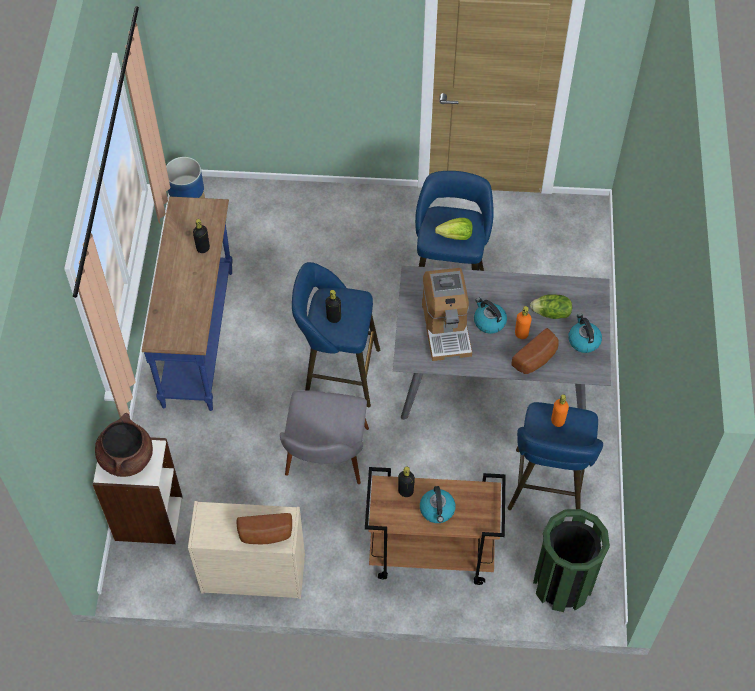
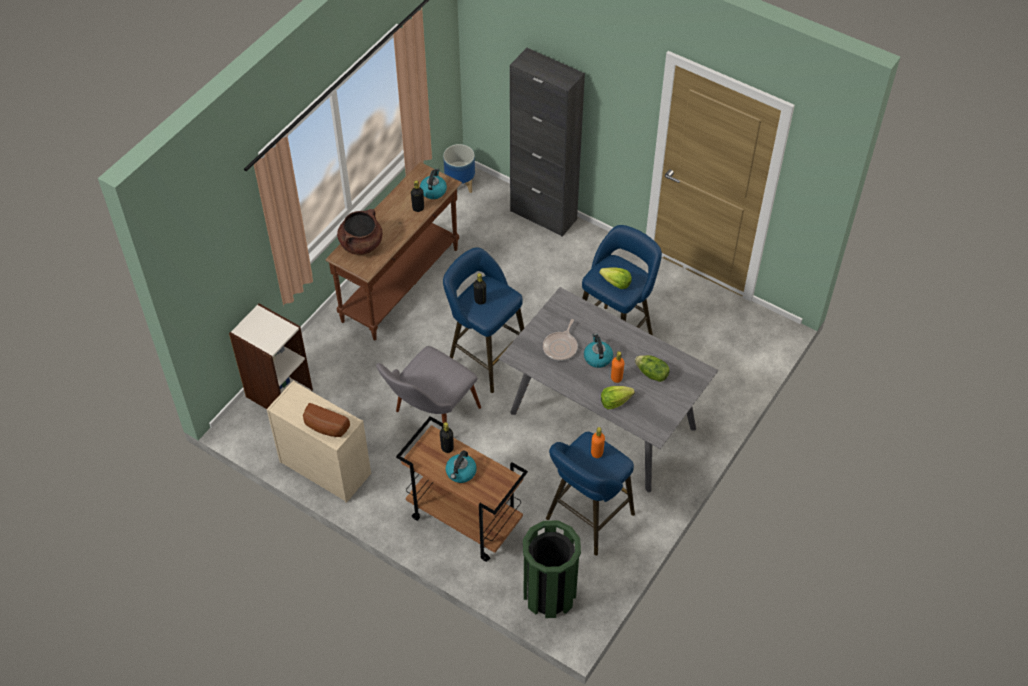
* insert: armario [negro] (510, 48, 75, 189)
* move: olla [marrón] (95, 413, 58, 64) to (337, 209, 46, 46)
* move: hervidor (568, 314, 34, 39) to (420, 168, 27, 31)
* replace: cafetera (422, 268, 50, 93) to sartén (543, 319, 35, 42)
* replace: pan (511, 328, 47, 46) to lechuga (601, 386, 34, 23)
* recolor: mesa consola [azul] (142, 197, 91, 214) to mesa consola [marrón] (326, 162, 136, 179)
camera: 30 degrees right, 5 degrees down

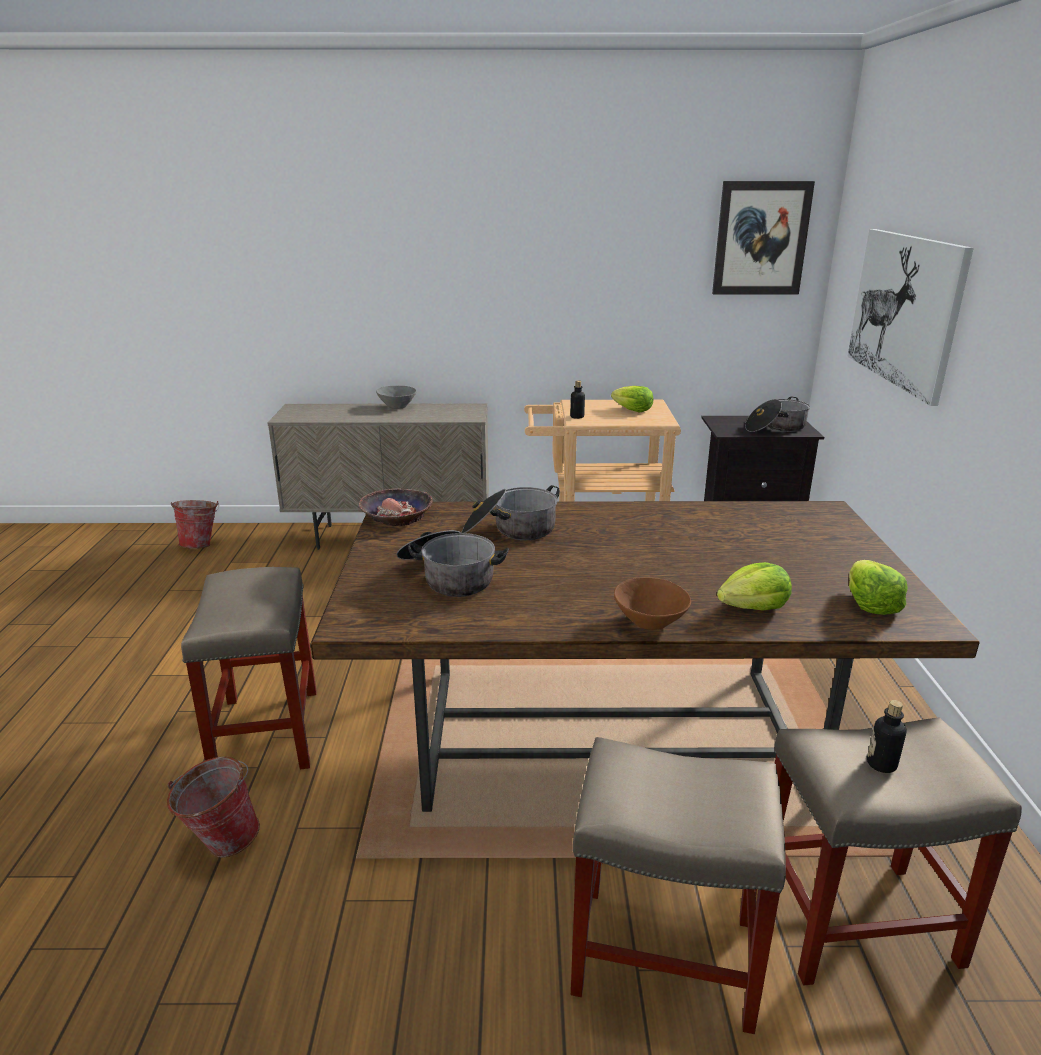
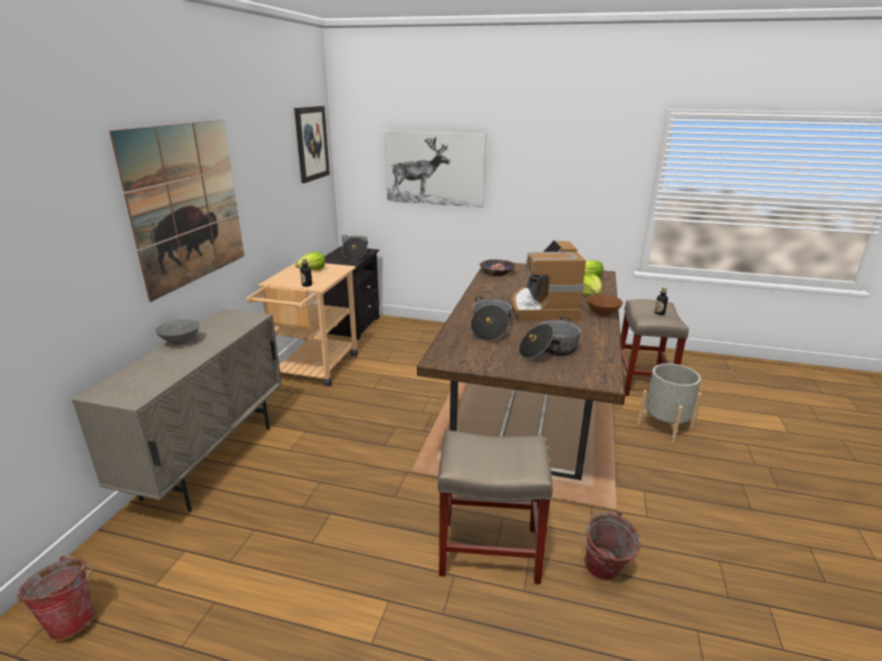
* insert: cuadro (109, 120, 135, 182)
* insert: cafetera (512, 240, 74, 81)
* move: cuenco (359, 488, 74, 38) to (480, 259, 36, 17)
* replace: taburete [beis] (571, 737, 215, 297) to maceta [gris] (637, 363, 65, 80)
camera: 75 degrees left, 0 degrees up

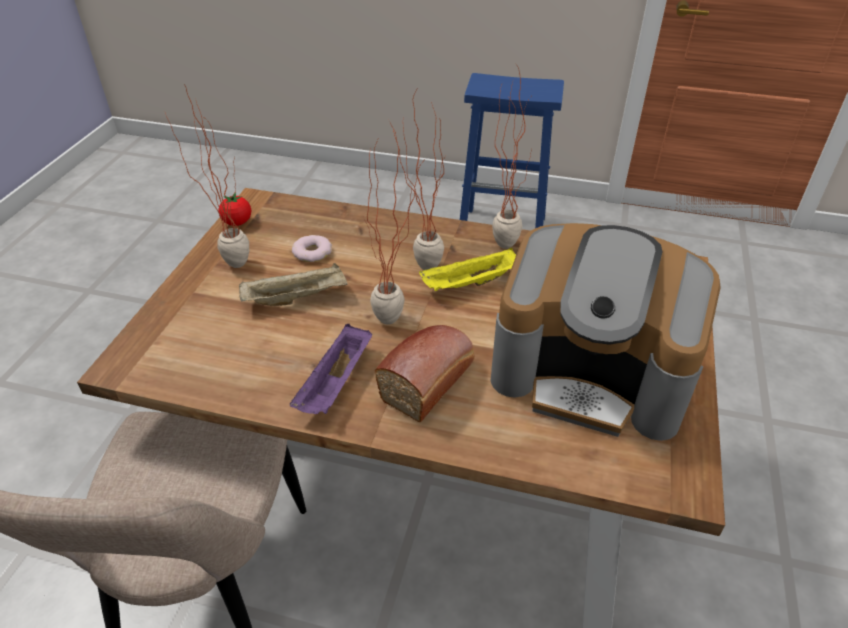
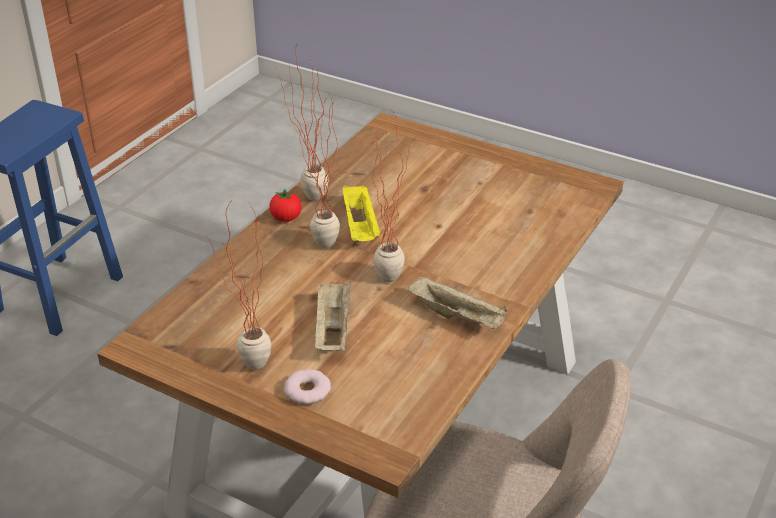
* delete: pan (375, 325, 100, 97)
* delete: cafetera (490, 223, 231, 218)
* move: tomate (218, 192, 33, 34) to (269, 189, 33, 33)
* move: rosquilla (292, 235, 40, 27) to (284, 369, 47, 35)
* recolor: bandeja [morado] (290, 324, 82, 90) to bandeja [beis] (408, 276, 99, 53)
camera: 75 degrees left, 5 degrees down

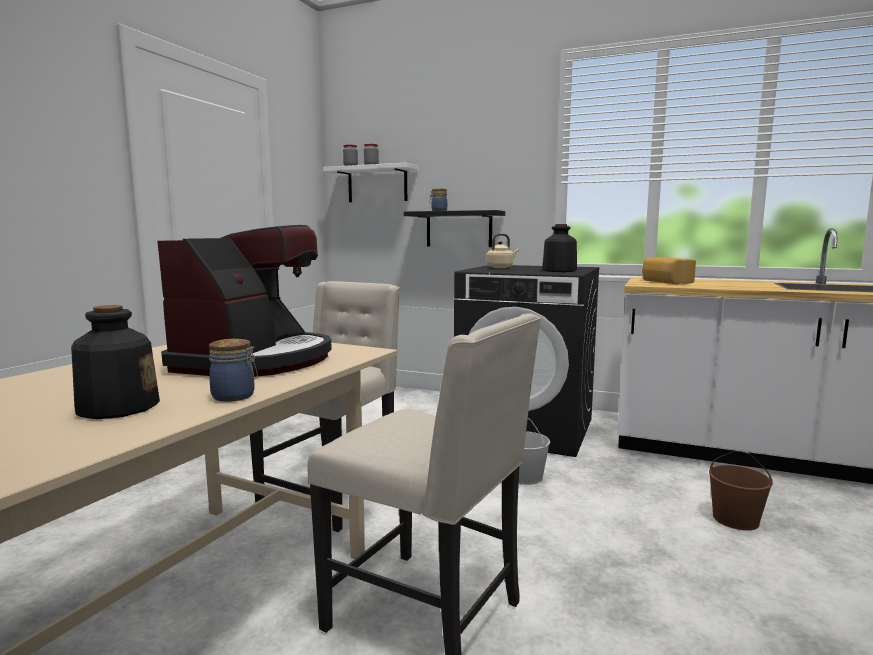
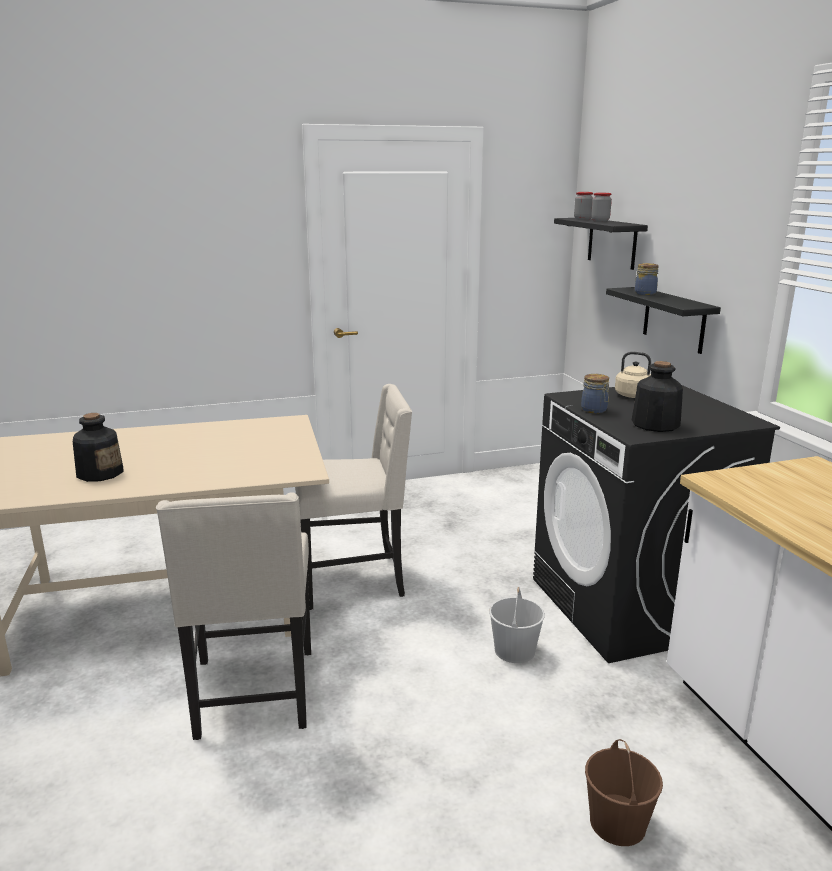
* delete: cafetera (157, 225, 175, 152)
* delete: pan (642, 257, 54, 27)
* move: tarro (209, 339, 49, 63) to (581, 374, 28, 39)
* recolor: estante [blanco] (323, 163, 96, 39) to estante [negro] (554, 218, 94, 52)
camera: 50 degrees right, 10 degrees up

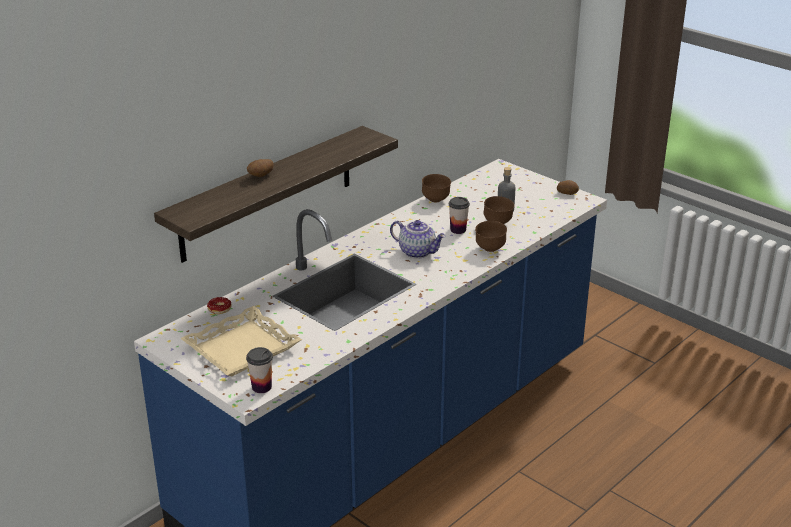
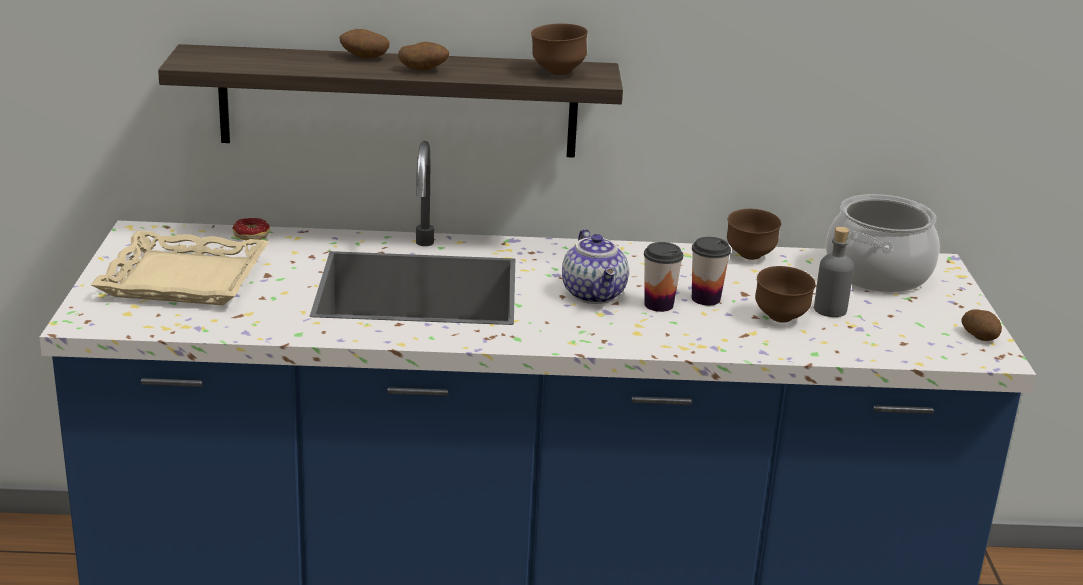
* insert: patata (398, 42, 51, 29)
* insert: olla (826, 194, 114, 98)
* move: taza (246, 347, 27, 46) to (644, 242, 39, 70)
* move: cuenco [marrón] (475, 221, 32, 31) to (531, 24, 57, 51)
camera: 45 degrees right, 5 degrees down

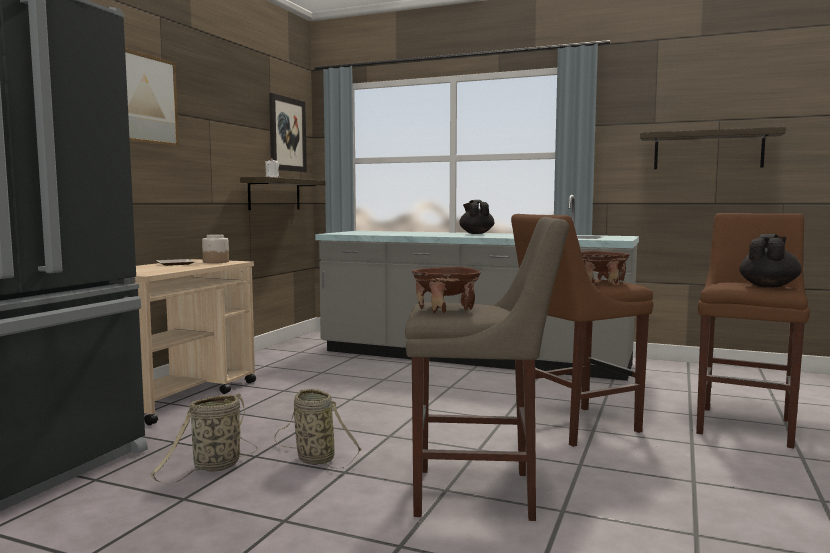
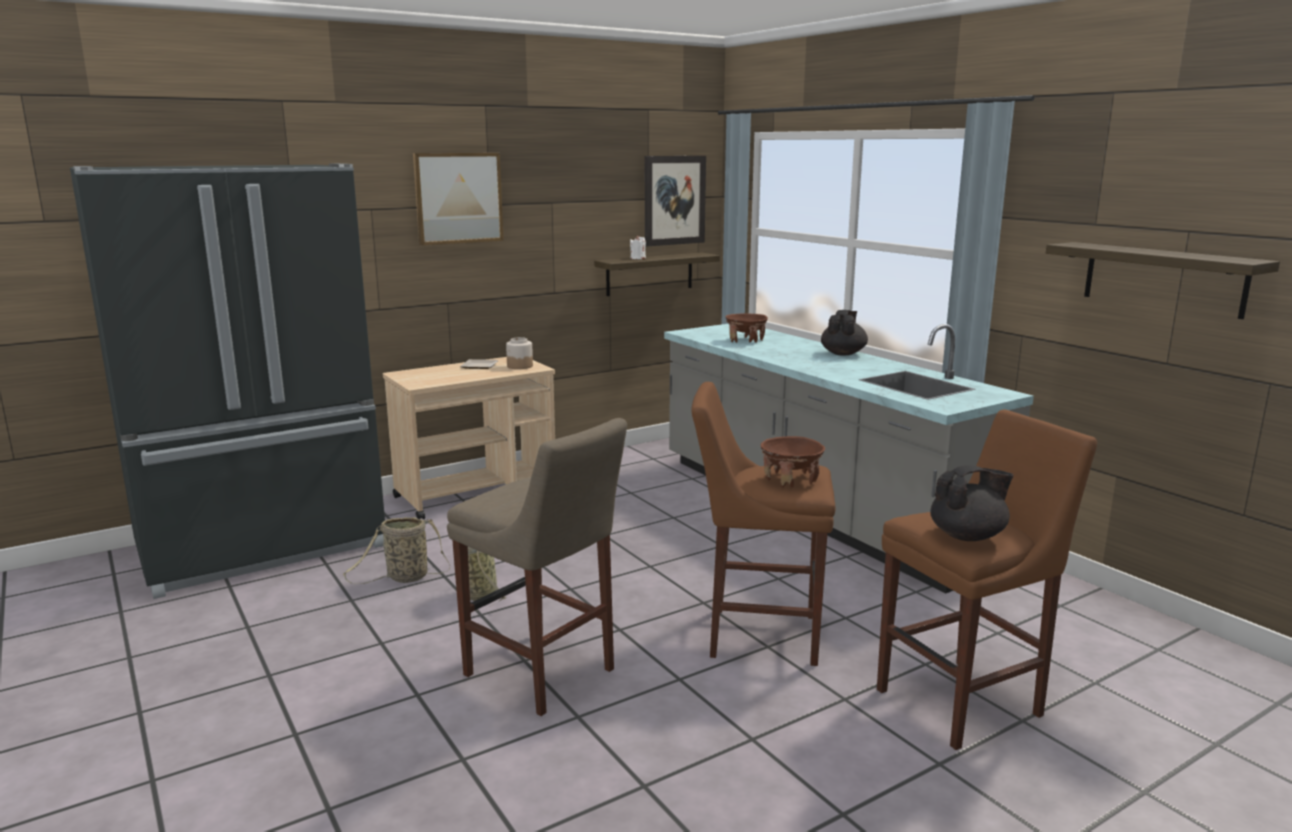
* move: cuenco [marrón] (412, 267, 69, 46) to (725, 313, 43, 30)
camera: 35 degrees right, 10 degrees up

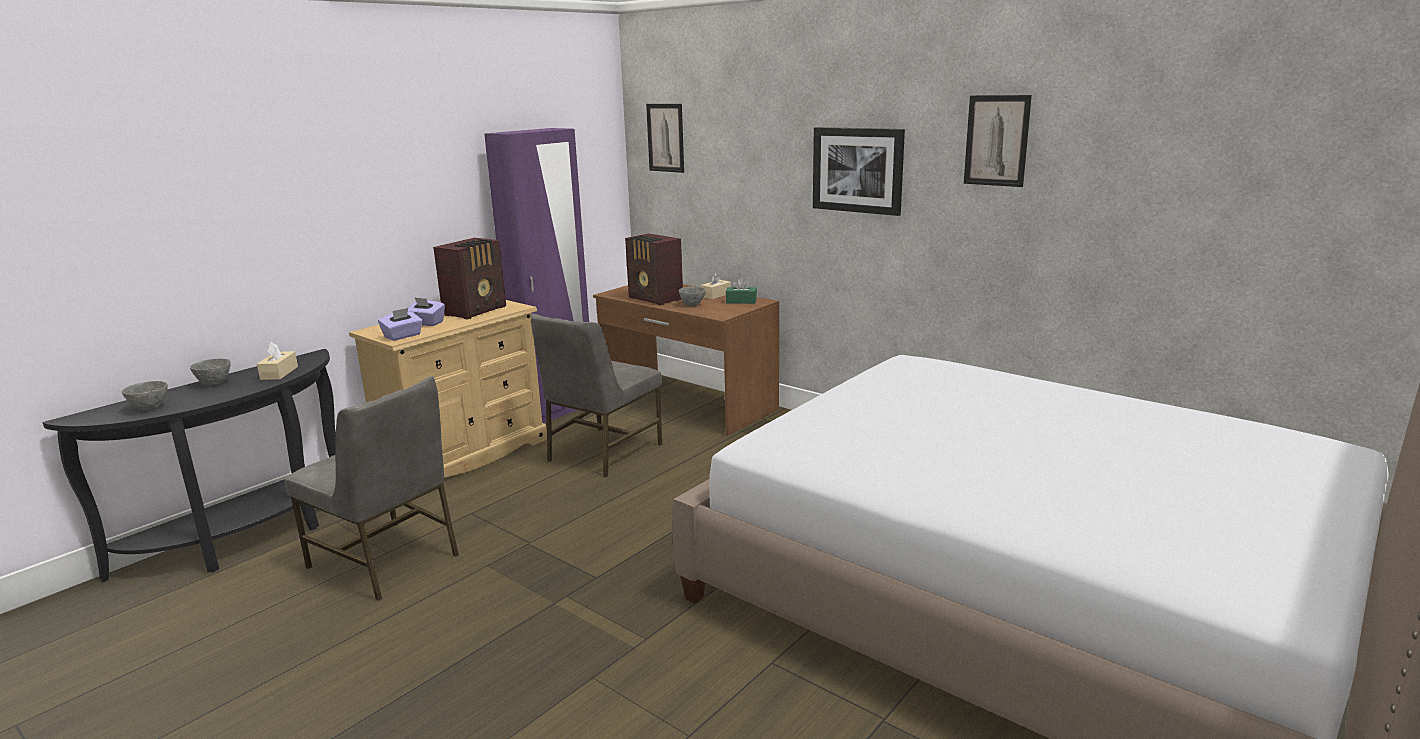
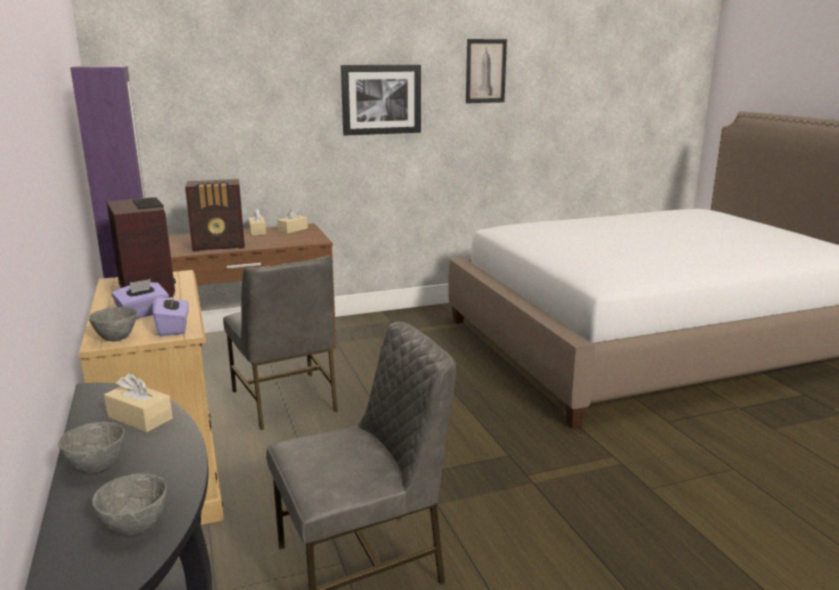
* delete: cuadro (646, 104, 38, 69)
* move: cuenco [gris] (679, 287, 27, 19) to (89, 307, 48, 34)
* recolor: caja de pañuelos [verde] (726, 277, 31, 27) to caja de pañuelos [beis] (277, 207, 31, 27)
camera: 60 degrees left, 0 degrees up

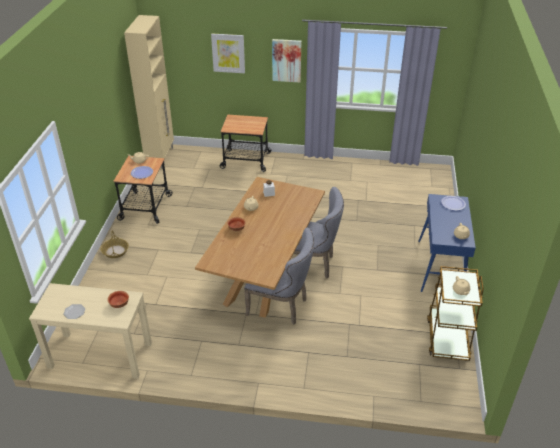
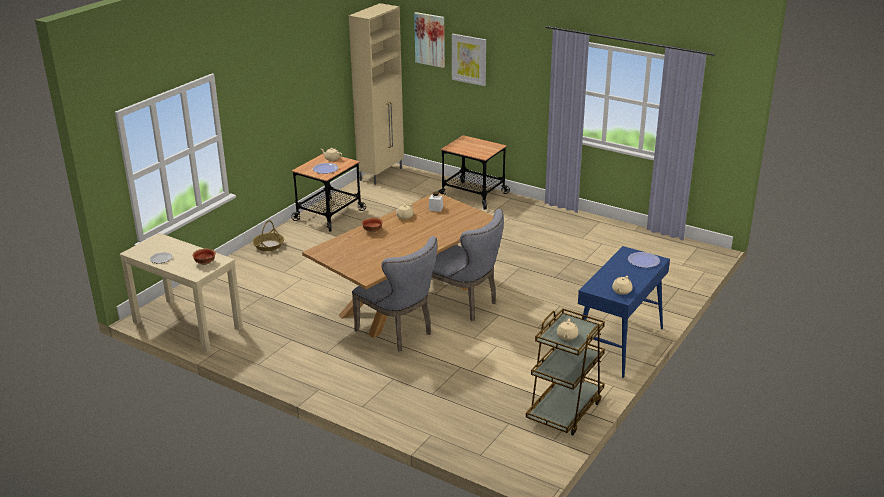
* move: cuadro (272, 39, 29, 44) to (414, 12, 31, 56)
camera: 25 degrees right, 10 degrees down

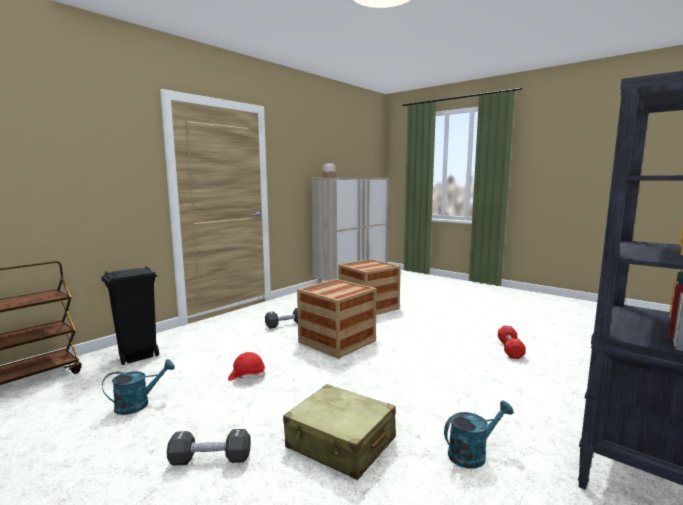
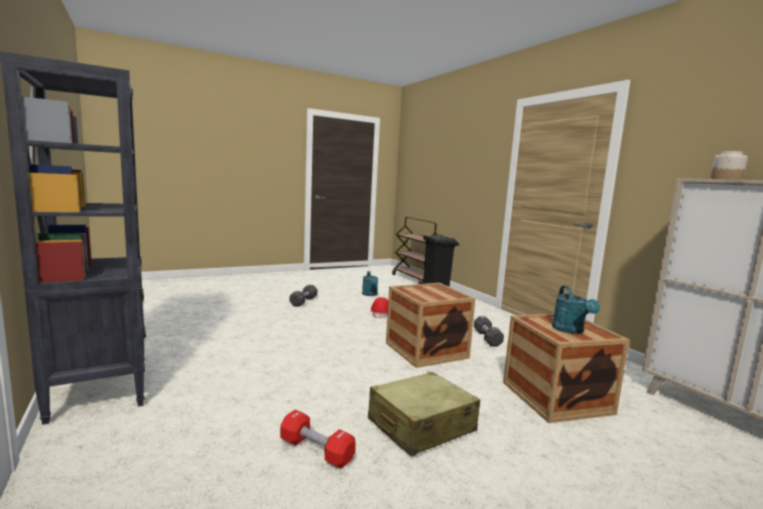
* move: maleta [beis] (283, 384, 113, 96) to (368, 372, 112, 84)
* move: regadera [turquesa] (444, 401, 70, 68) to (552, 286, 48, 48)
camera: 110 degrees right, 0 degrees up

